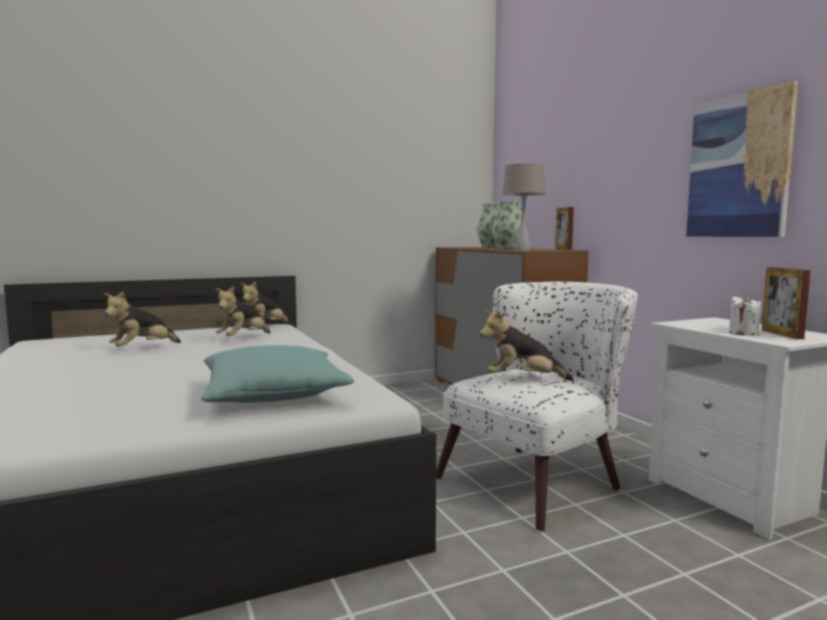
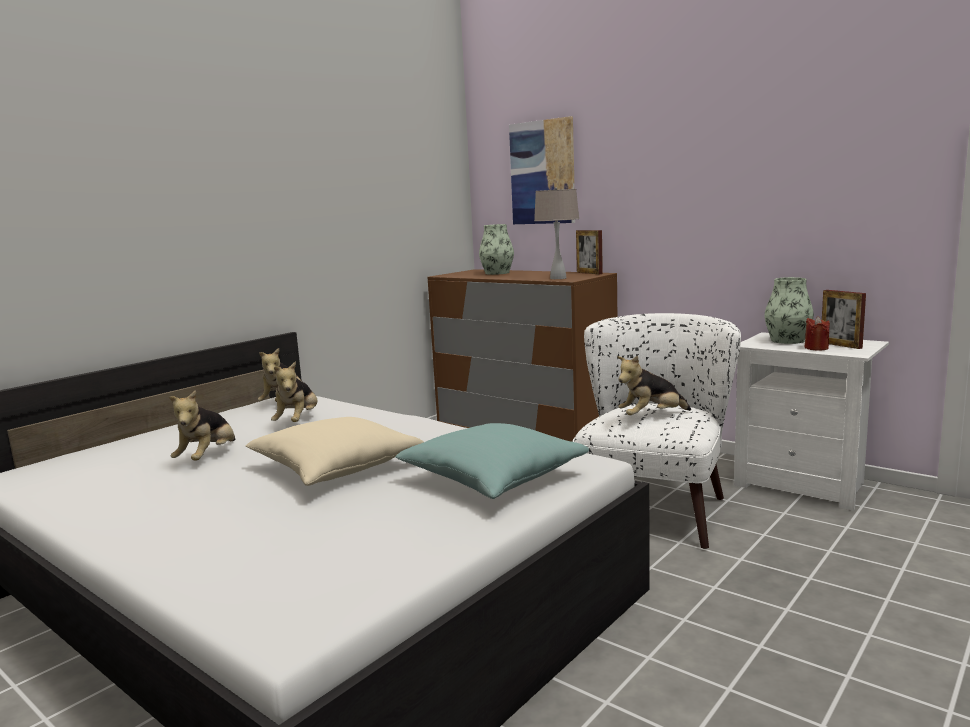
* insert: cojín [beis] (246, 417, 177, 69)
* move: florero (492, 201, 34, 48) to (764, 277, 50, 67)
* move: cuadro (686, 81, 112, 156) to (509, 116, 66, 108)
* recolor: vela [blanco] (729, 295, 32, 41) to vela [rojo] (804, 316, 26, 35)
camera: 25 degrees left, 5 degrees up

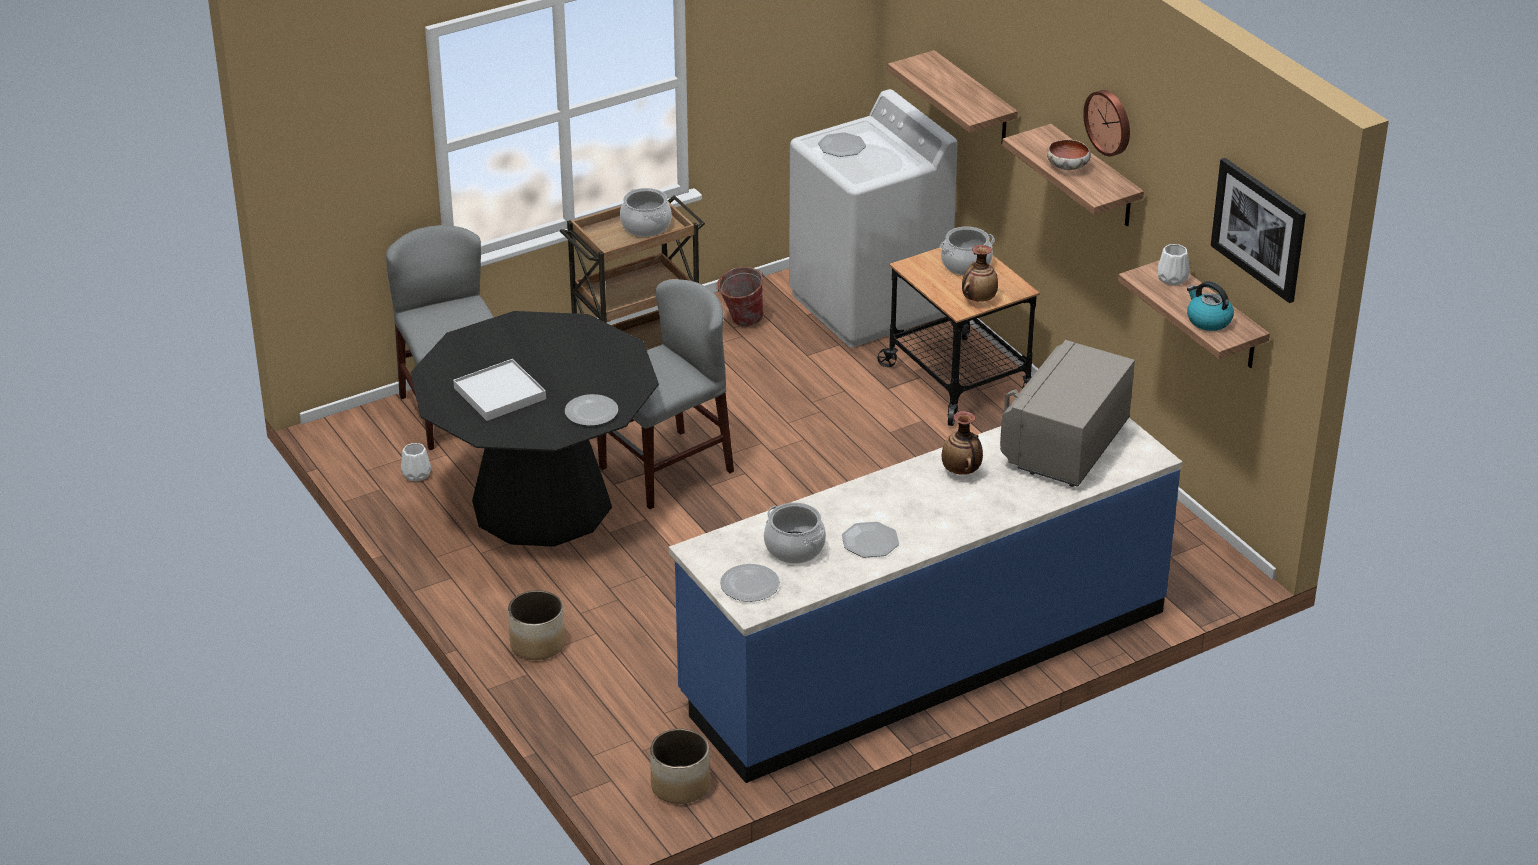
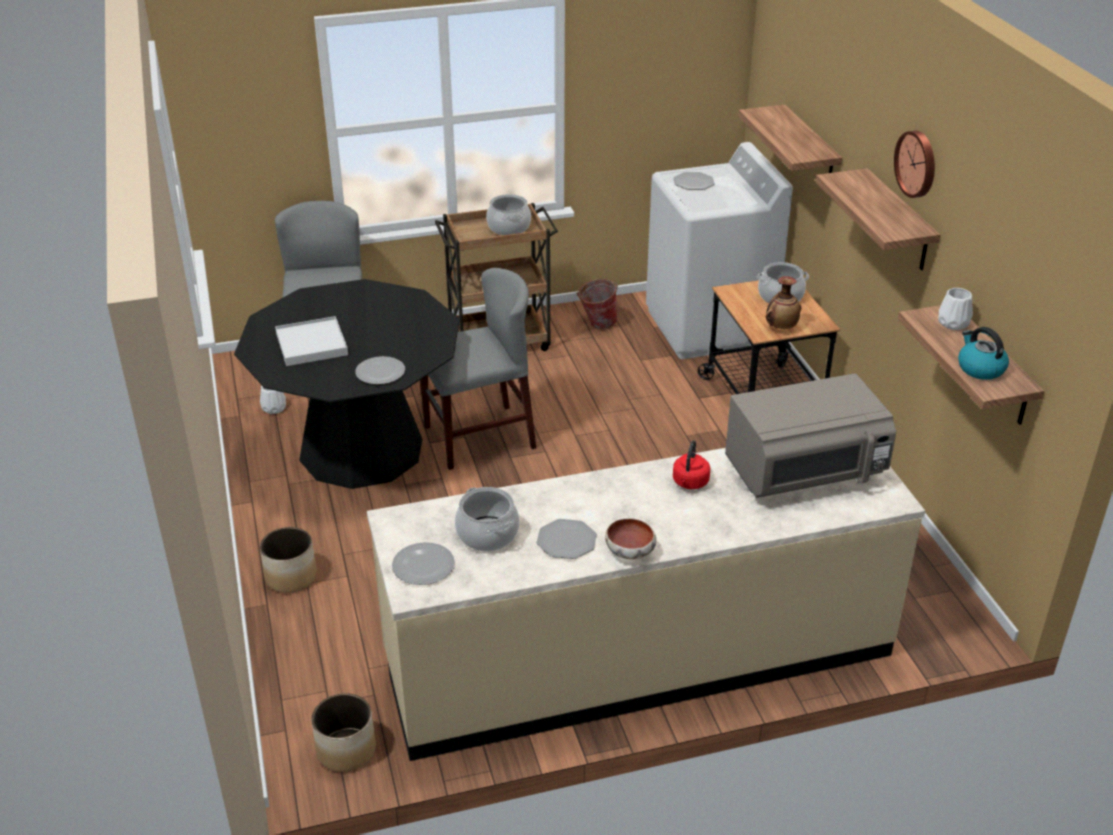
* delete: cuadro (1211, 158, 95, 145)
* move: cuenco (1047, 140, 44, 30) to (605, 518, 51, 41)
* replace: florero (942, 411, 41, 64) to hervidor [rojo] (673, 440, 37, 49)
* recolor: mueble bajo de cocina [azul] (669, 418, 514, 365) to mueble bajo de cocina [beis] (367, 448, 558, 313)
* rotate: microondas [gris] (1000, 340, 135, 147) = (725, 374, 171, 124) 150 degrees counterclockwise
camera: 15 degrees right, 0 degrees up

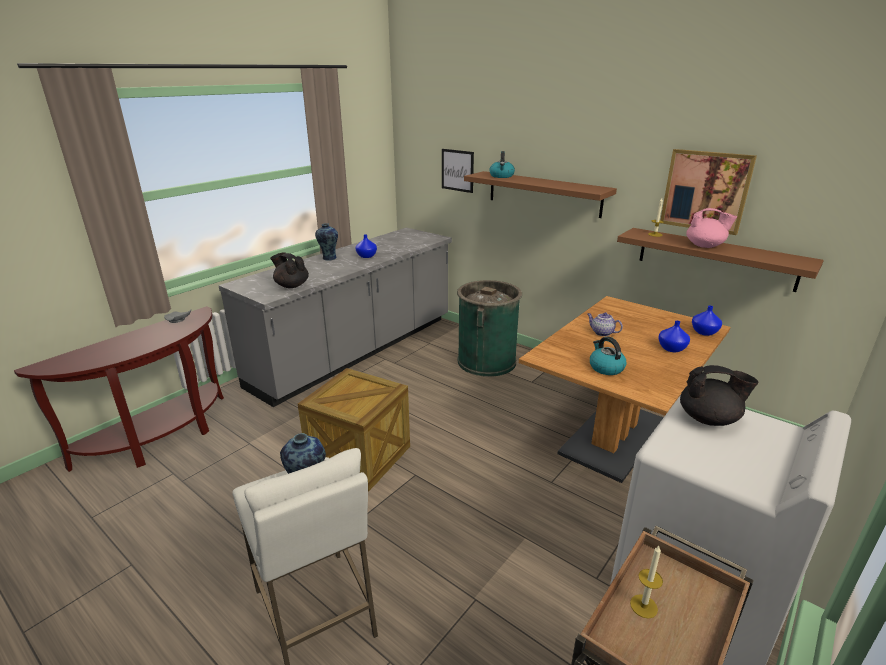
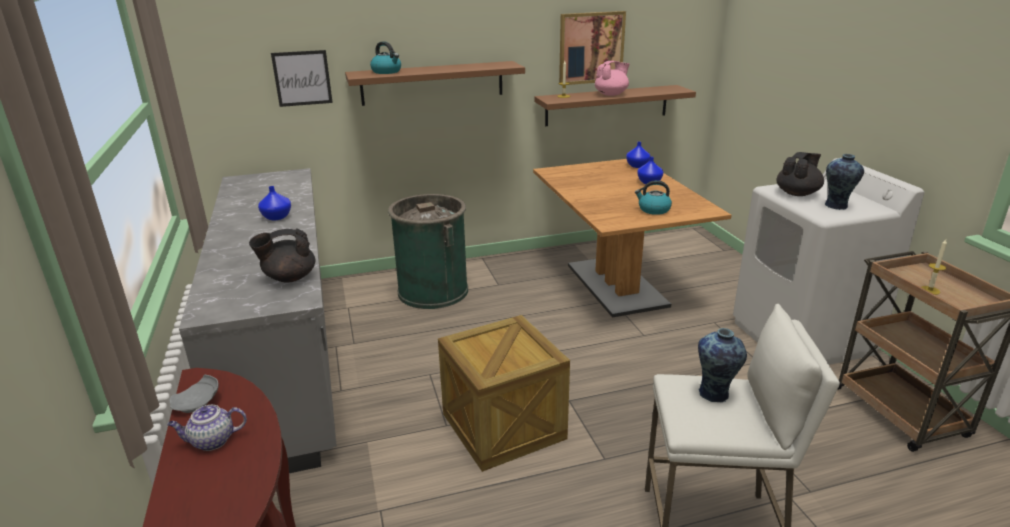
* move: florero (315, 223, 23, 38) to (824, 154, 40, 56)
* move: tetera (587, 312, 36, 24) to (167, 405, 80, 46)
camera: 55 degrees left, 0 degrees up

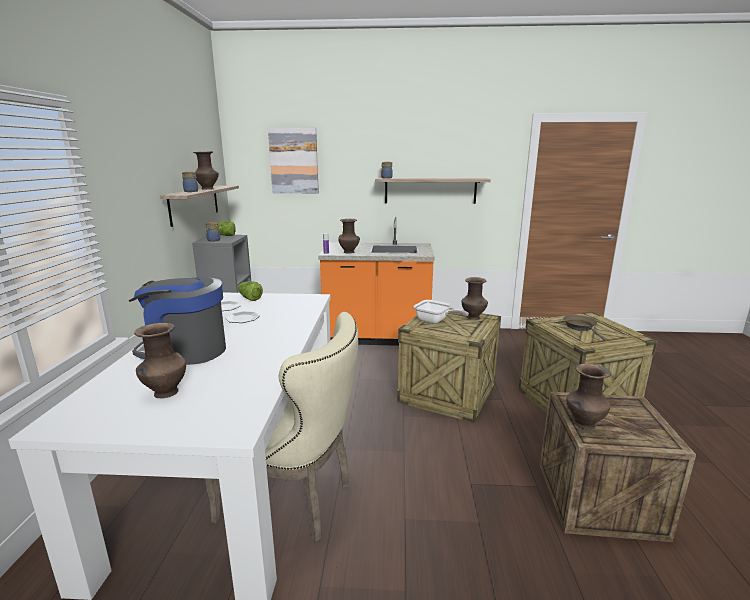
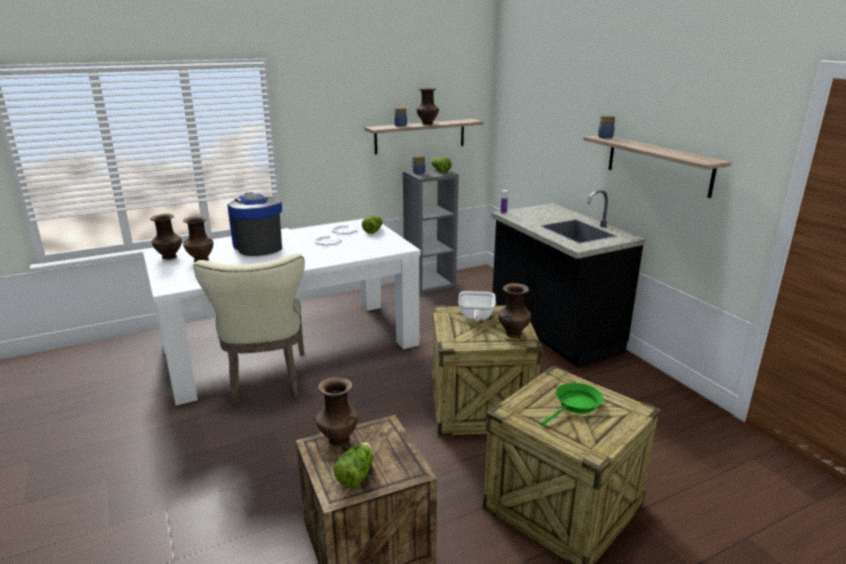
* delete: cuadro (268, 127, 51, 66)
* insert: lechuga (334, 442, 39, 45)
* move: florero [marrón] (338, 219, 22, 35) to (150, 214, 32, 46)
* recolor: mueble bajo de cocina [naranja] (318, 217, 117, 129) to mueble bajo de cocina [negro] (491, 190, 154, 178)
* recolor: sartén [marrón] (563, 315, 44, 26) to sartén [verde] (540, 383, 63, 43)
camera: 60 degrees right, 5 degrees up

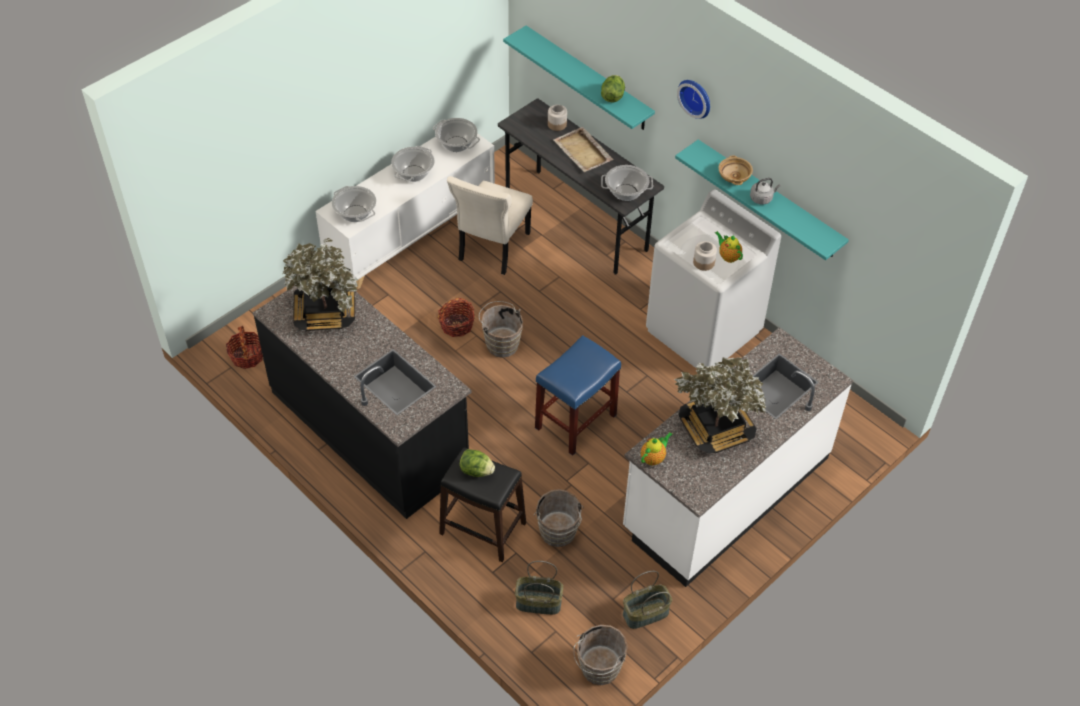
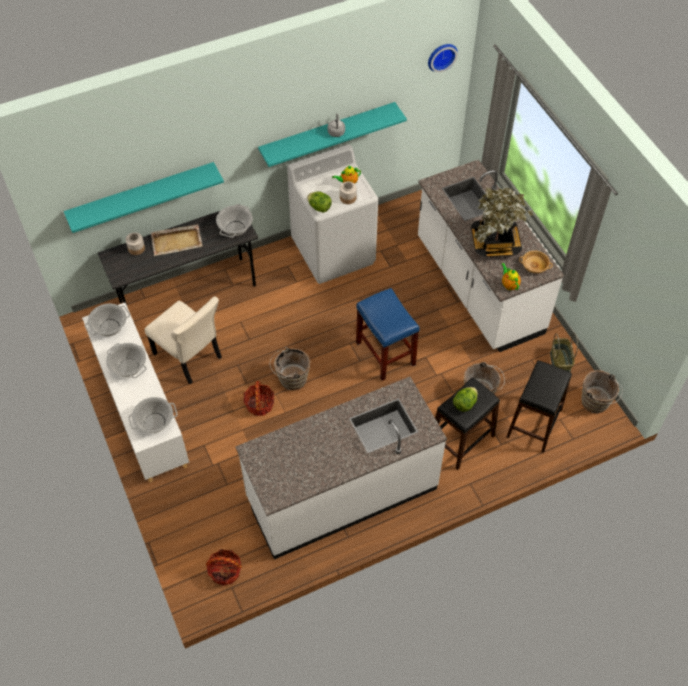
* delete: planta en maceta (282, 238, 76, 93)
* move: lechuga (601, 75, 24, 27) to (307, 191, 25, 22)
* move: reloj de pared (677, 80, 33, 39) to (428, 44, 30, 28)
* move: cuenco [beis] (718, 155, 35, 30) to (519, 251, 34, 23)
* replace: cesta (515, 561, 48, 54) to taburete [negro] (507, 360, 65, 93)
* recolor: mueble bajo de cocina [negro] (253, 281, 219, 238) to mueble bajo de cocina [blanco] (235, 377, 212, 183)
camera: 70 degrees left, 5 degrees up

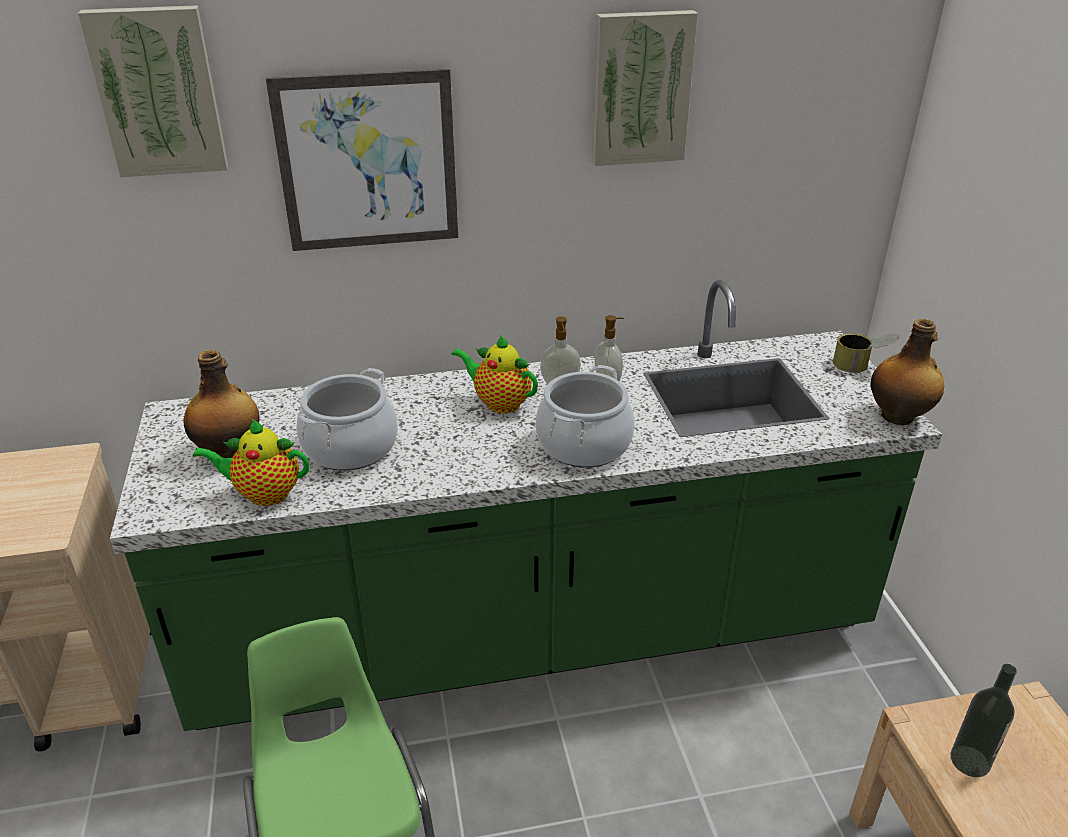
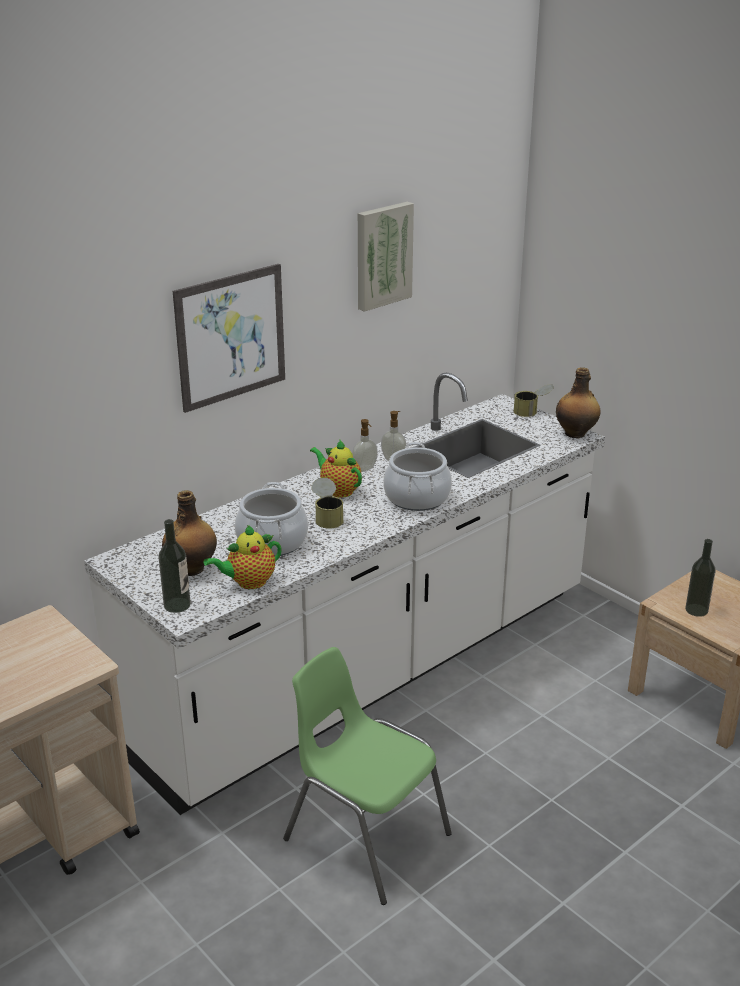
* delete: cuadro (78, 5, 150, 172)
* insert: botella (159, 519, 32, 94)
* insert: lata (312, 478, 32, 51)
* recolor: mueble bajo de cocina [verde] (110, 280, 832, 451) to mueble bajo de cocina [blanco] (84, 373, 521, 442)
* rotate: tetera (452, 334, 86, 80) = (310, 439, 52, 59) 45 degrees clockwise
camera: 30 degrees left, 5 degrees down

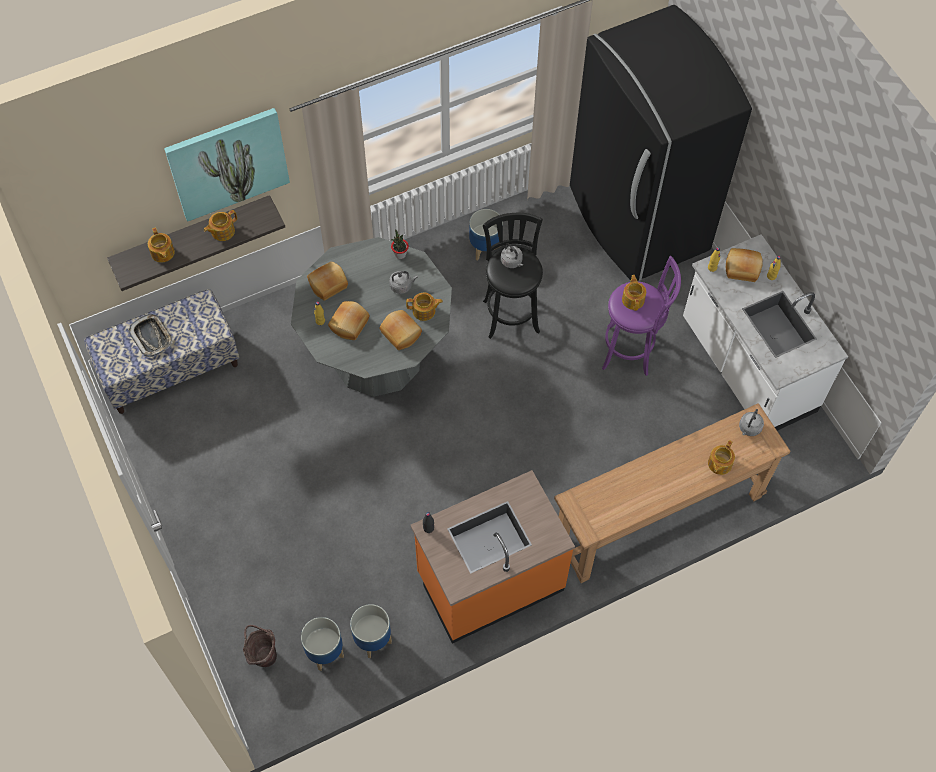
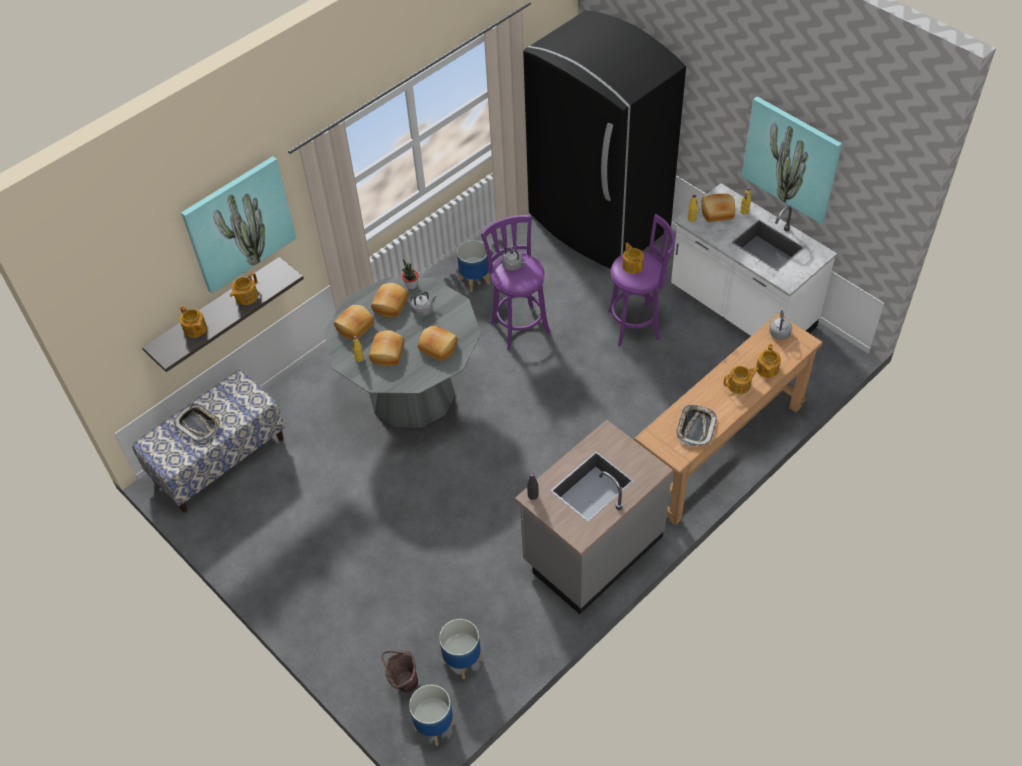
* insert: pan (371, 283, 37, 35)
* insert: bandeja (676, 404, 41, 42)
* insert: cuadro (742, 97, 100, 127)
* move: maceta (350, 604, 42, 54) to (409, 685, 45, 61)
* move: tetera (406, 293, 37, 28) to (724, 366, 35, 28)
* recolor: mueble bajo de cocina [naranja] (411, 470, 164, 174) to mueble bajo de cocina [gris] (515, 420, 158, 194)
* recolor: taburete [negro] (483, 213, 60, 126) to taburete [morado] (481, 215, 70, 135)
camera: 15 degrees left, 10 degrees down

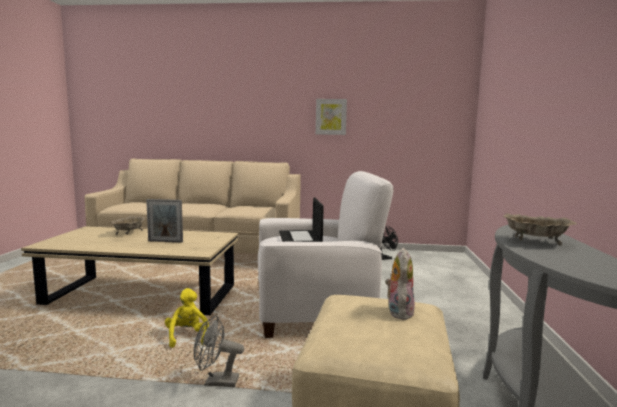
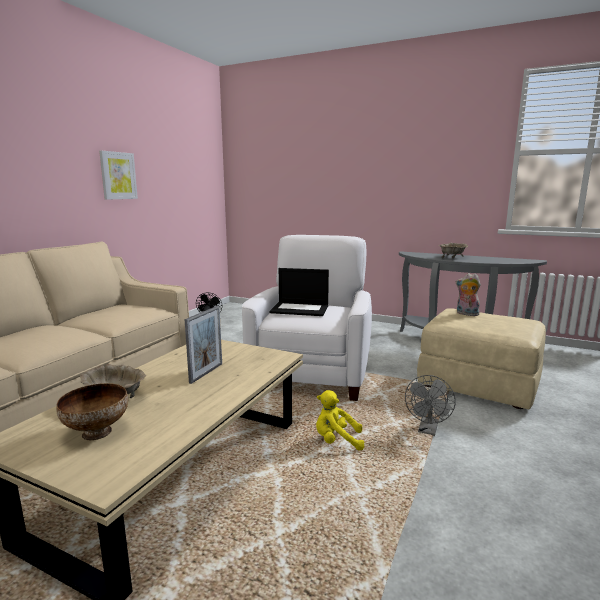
* insert: cuenco (56, 383, 72, 57)
camera: 70 degrees left, 5 degrees up

